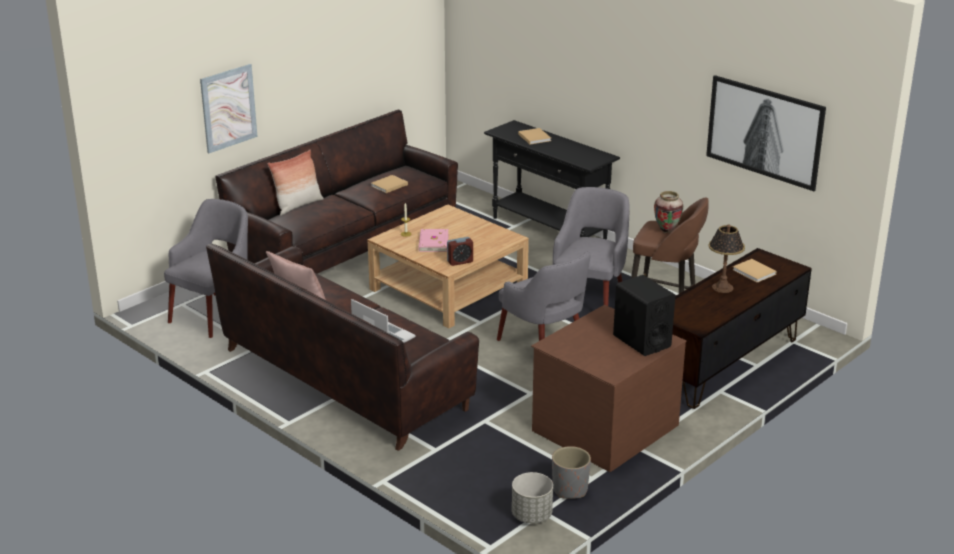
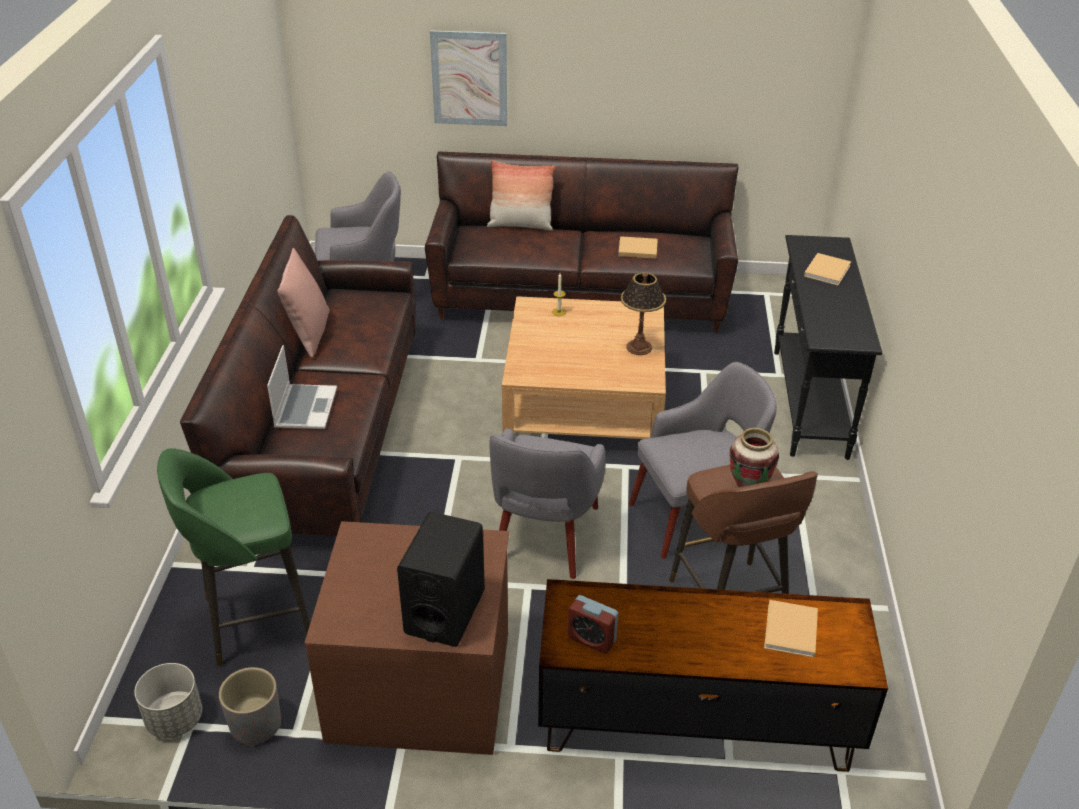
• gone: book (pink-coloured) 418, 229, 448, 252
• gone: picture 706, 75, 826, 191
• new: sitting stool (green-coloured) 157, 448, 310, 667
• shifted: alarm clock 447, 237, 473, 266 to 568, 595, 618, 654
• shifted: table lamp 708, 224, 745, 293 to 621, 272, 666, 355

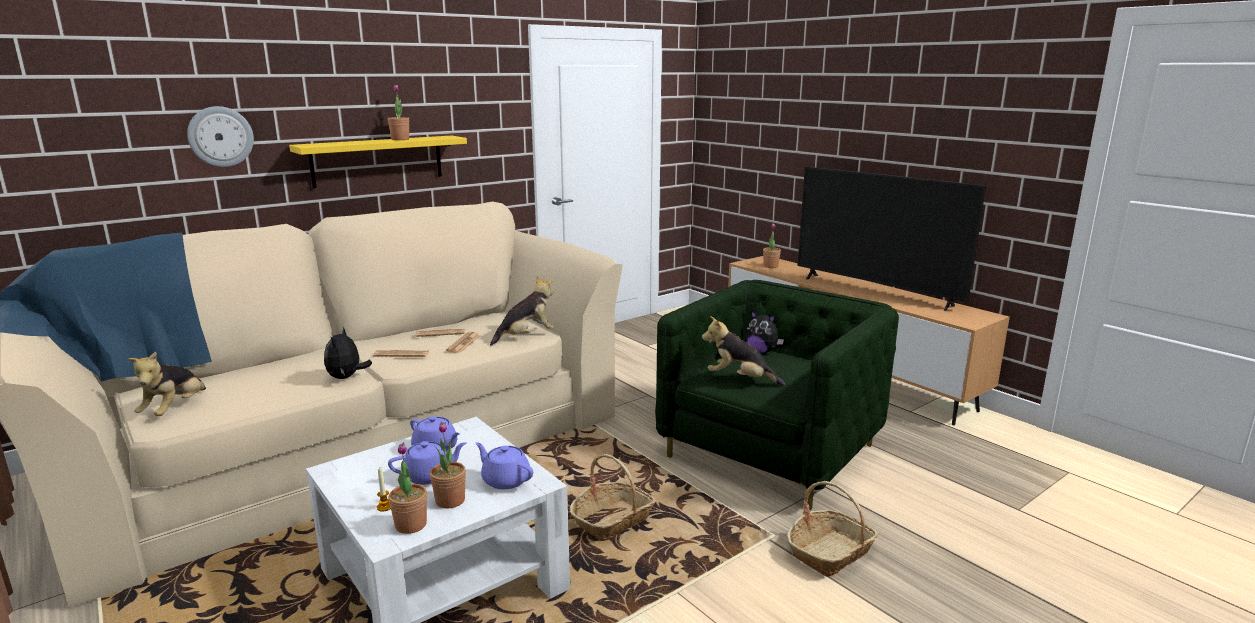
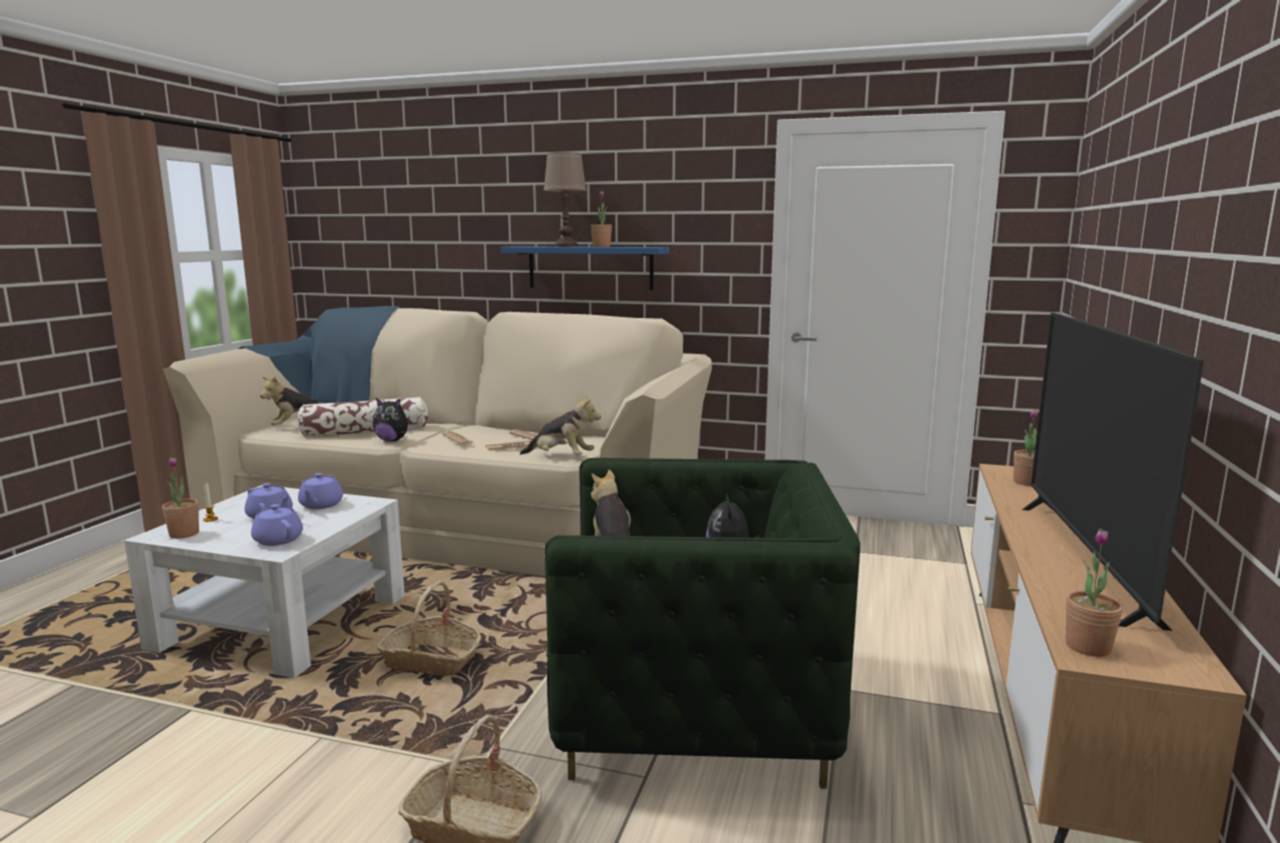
• gone: clock on the wall 187, 106, 254, 167
• new: cushion 297, 397, 428, 437
• new: table lamp (brown-coloured) 543, 152, 587, 247
• shifted: potted plant 430, 422, 466, 509 to 1066, 529, 1123, 657
• repainted: shelf (yellow-coloured) 289, 136, 467, 188 to shelf (bluish) 501, 246, 669, 290
• rotated: soft toy 324, 327, 372, 379 = 373, 398, 414, 442 135 degrees counterclockwise
• rotated: tea pot (purplish) 475, 442, 533, 490 = 251, 503, 303, 546 45 degrees counterclockwise

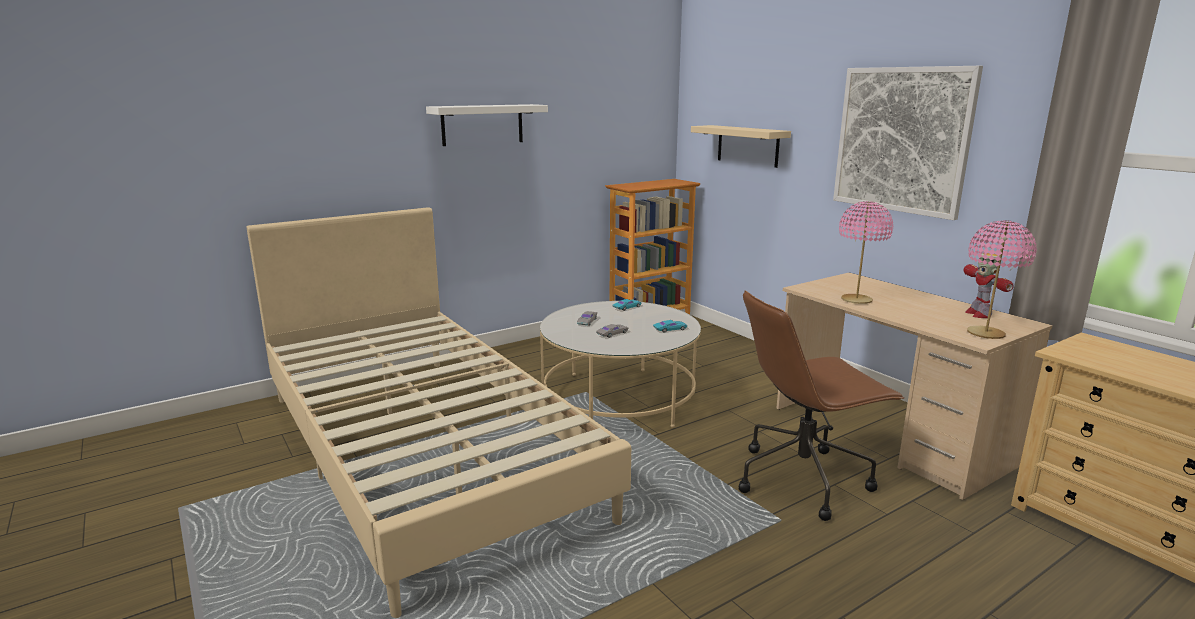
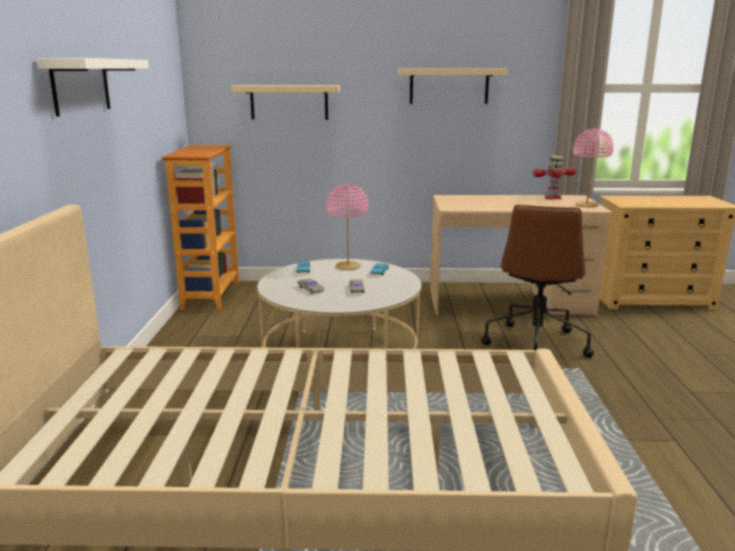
• shifted: table lamp (pink-coloured) 839, 201, 893, 304 to 326, 184, 369, 270
• swapped: picture 833, 66, 983, 220 to shelf (beige) 398, 69, 507, 104
• rotated: model robot 963, 253, 1014, 318 = 532, 156, 576, 200 45 degrees counterclockwise

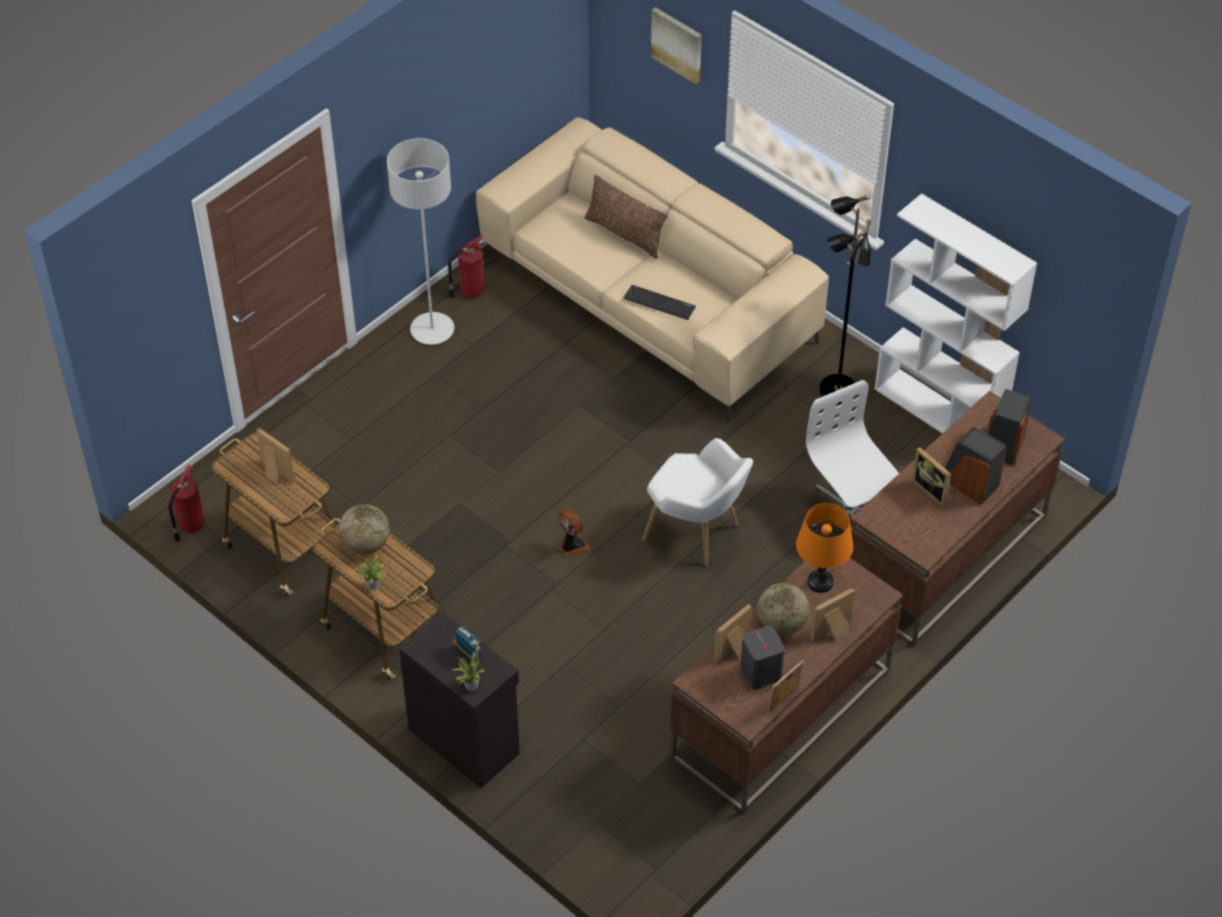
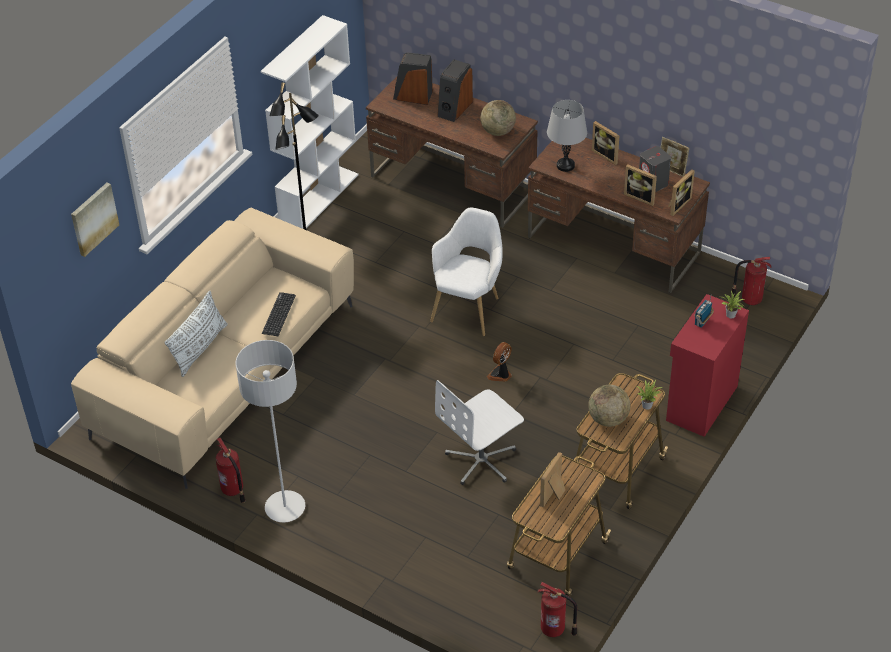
• new: fire extinguisher 732, 257, 772, 305
• shifted: globe 757, 583, 810, 635 to 480, 100, 516, 136
• shifted: computer chair (whitish) 806, 380, 899, 529 to 435, 380, 524, 485
• shifted: photo frame 912, 447, 951, 507 to 668, 169, 695, 216
• repainted: storage cabinet (black-coloured) 399, 611, 520, 788 to storage cabinet (reddish) 666, 294, 749, 437
• repainted: cushion (brown-coloured) 584, 175, 668, 259 to cushion (whitish) 164, 291, 228, 377
• repainted: table lamp (orangey) 796, 503, 853, 593 to table lamp (gray) 547, 100, 587, 172

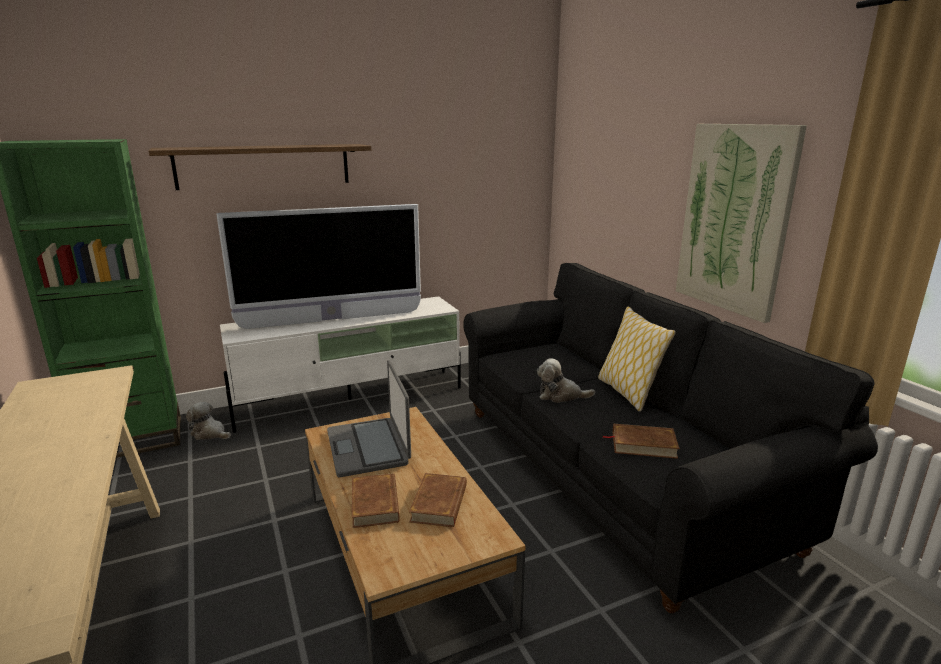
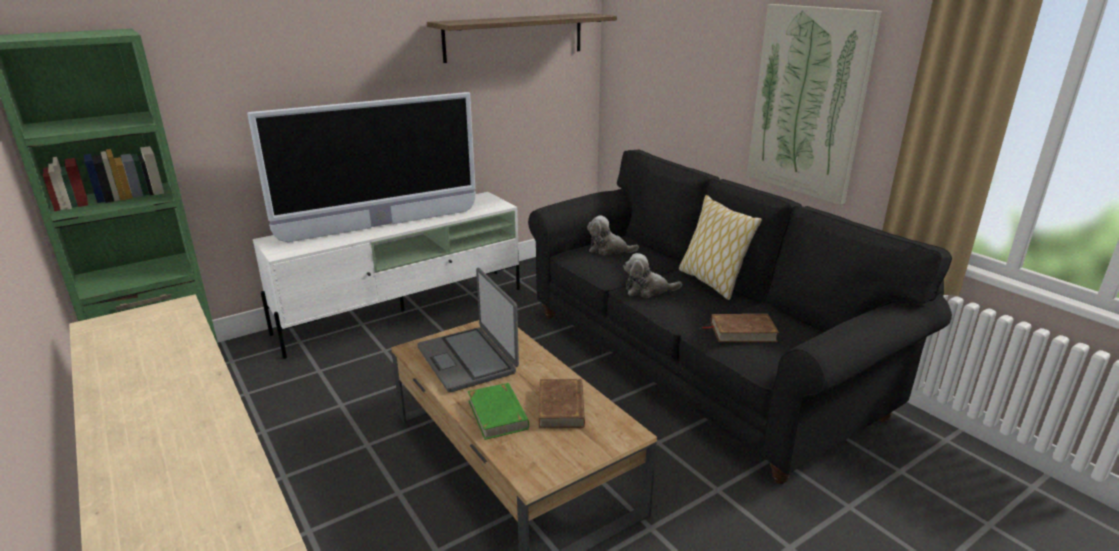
• shifted: shelf 148, 144, 371, 190 to 427, 13, 617, 63
• shifted: soft toy 186, 402, 231, 440 to 587, 215, 639, 255
• repainted: book (brown-coloured) 352, 473, 400, 528 to book (green-coloured) 468, 383, 529, 440

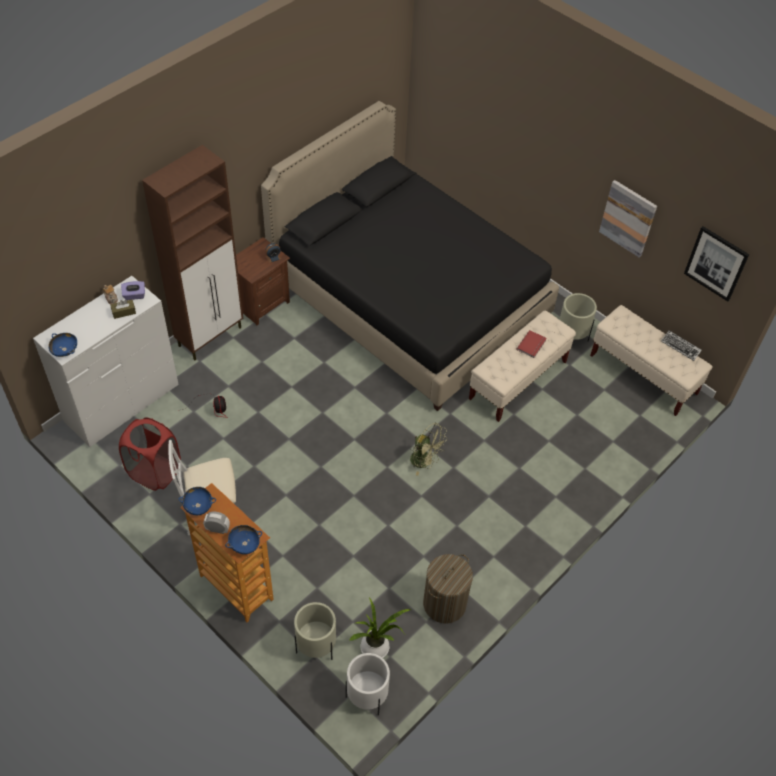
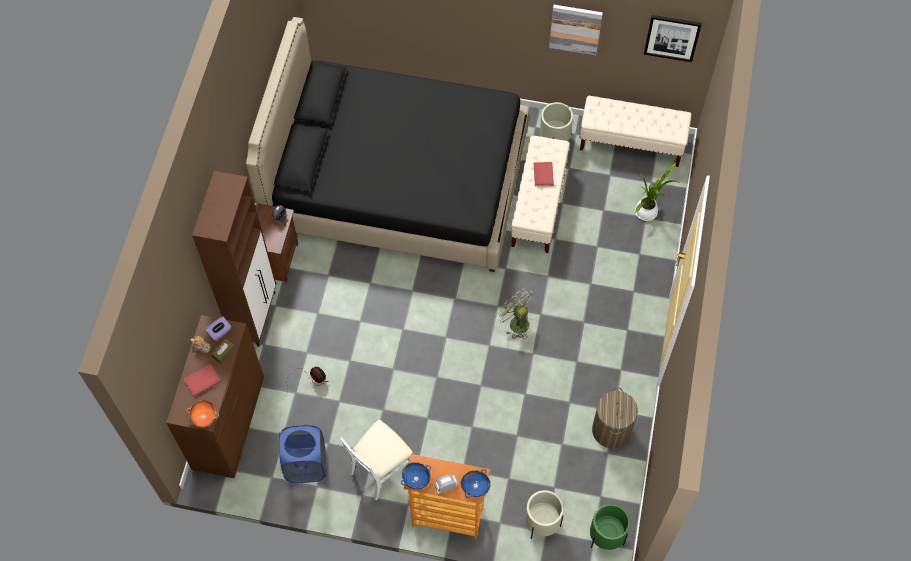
• gone: keyboard 661, 331, 702, 361
• new: book (reddish) 184, 364, 221, 397
• shifted: potted plant 350, 598, 411, 658 to 635, 162, 678, 221
• repainted: drawer chest (whitish) 33, 276, 179, 447 to drawer chest (brown-coloured) 166, 315, 264, 478
• repainted: bowl (bluish) 48, 333, 77, 357 to bowl (orangey) 186, 400, 219, 428
• repainted: hamper (reddish) 119, 417, 181, 491 to hamper (bluish) 279, 425, 326, 483
• repainted: flower pot (whitish) 346, 653, 390, 715 to flower pot (green-coloured) 590, 504, 630, 550
• rotated: fan (green-coloured) 410, 423, 448, 476 = 495, 288, 534, 339 135 degrees counterclockwise

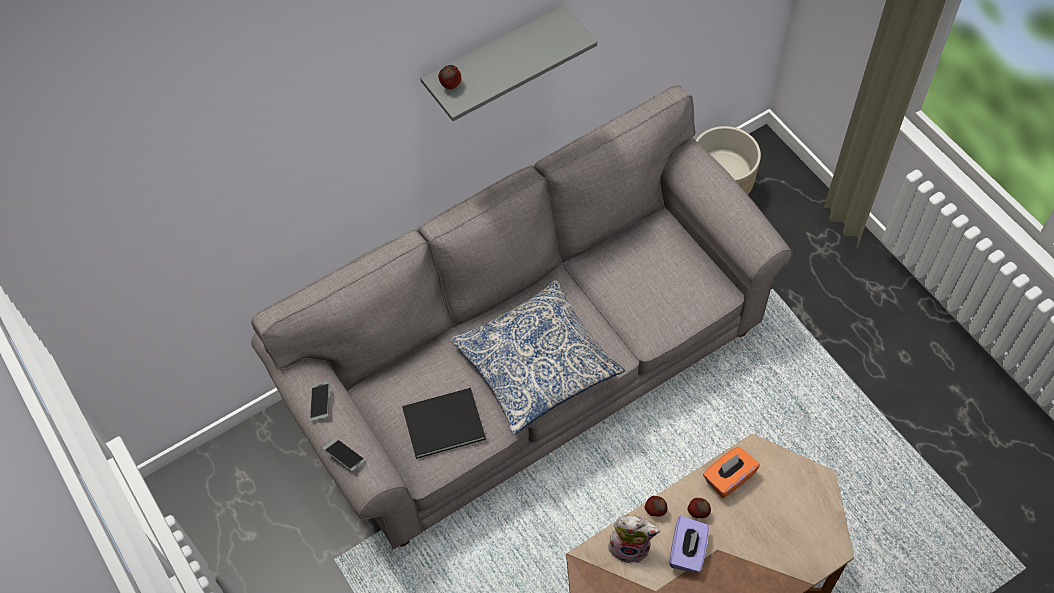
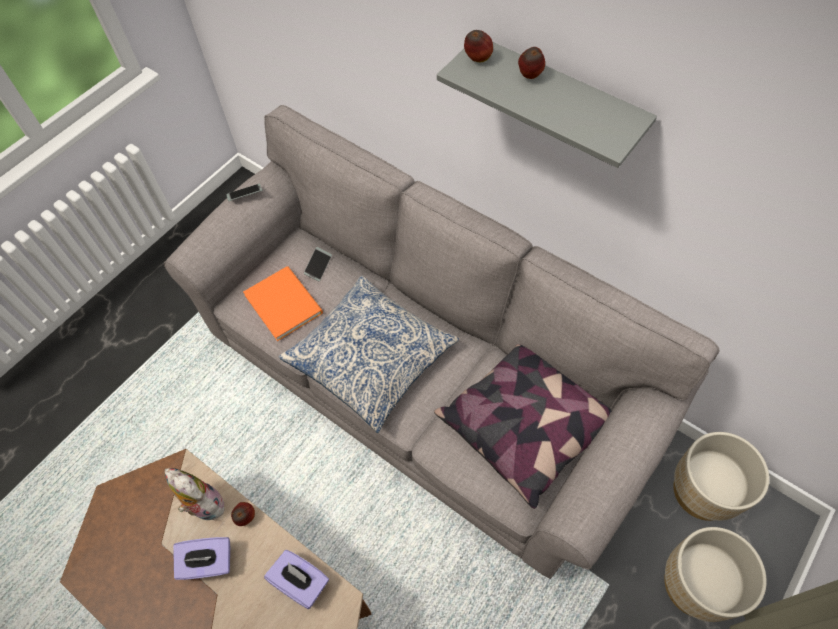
• new: cushion 434, 344, 612, 509
• new: flower pot (beige) 664, 527, 767, 622
• shifted: handset 322, 438, 366, 471 to 304, 247, 332, 282
• shifted: apple 688, 498, 711, 518 to 518, 47, 545, 79
• repainted: book (black-coloured) 402, 388, 486, 459 to book (orangey) 243, 266, 323, 341
• repainted: box of tissues (orangey) 703, 446, 760, 498 to box of tissues (purplish) 264, 550, 329, 609
• rotated: soft toy 608, 515, 660, 564 = 165, 468, 228, 520 135 degrees clockwise

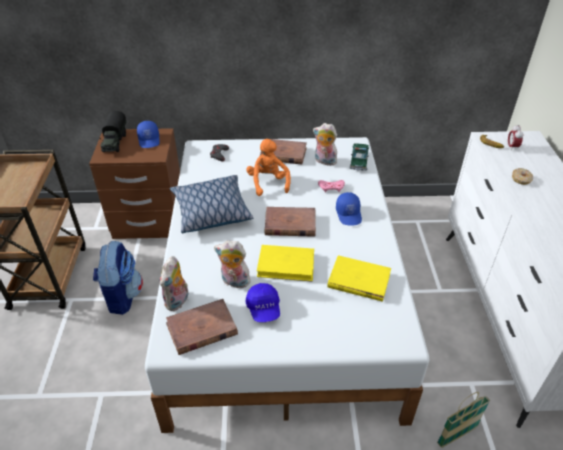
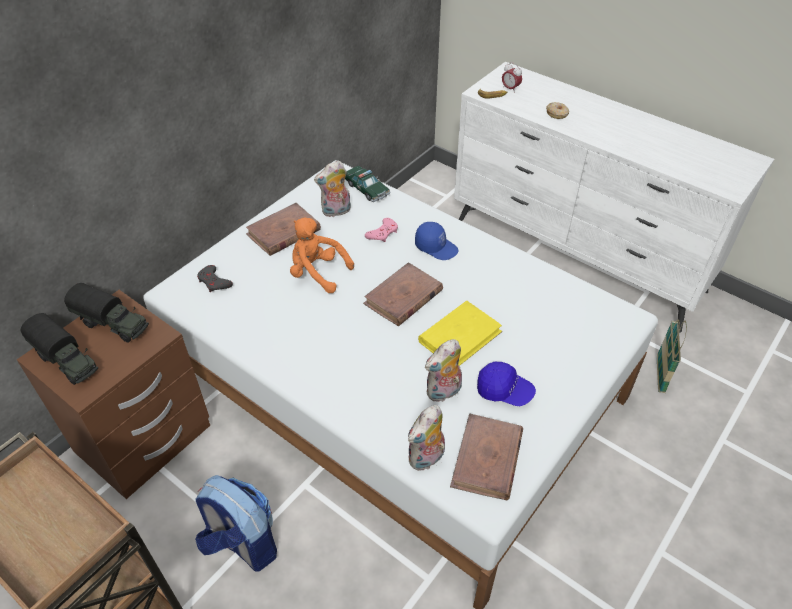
• gone: cushion 170, 175, 253, 233
• gone: book (yellow-coloured) 327, 255, 391, 302
• swapped: peaked cap (bluish) 137, 121, 160, 148 to toy lorry 64, 283, 149, 343
• rotated: soft toy 159, 256, 188, 311 = 408, 405, 445, 471 75 degrees clockwise

